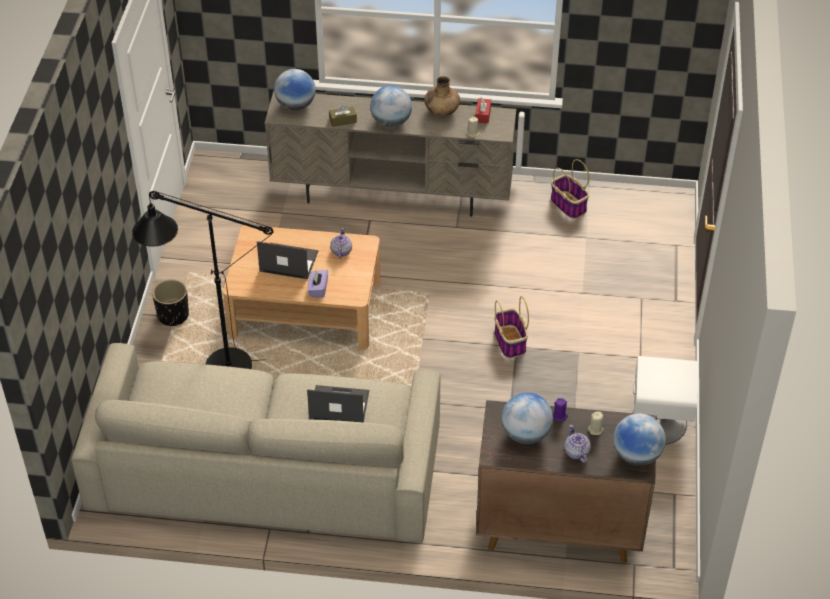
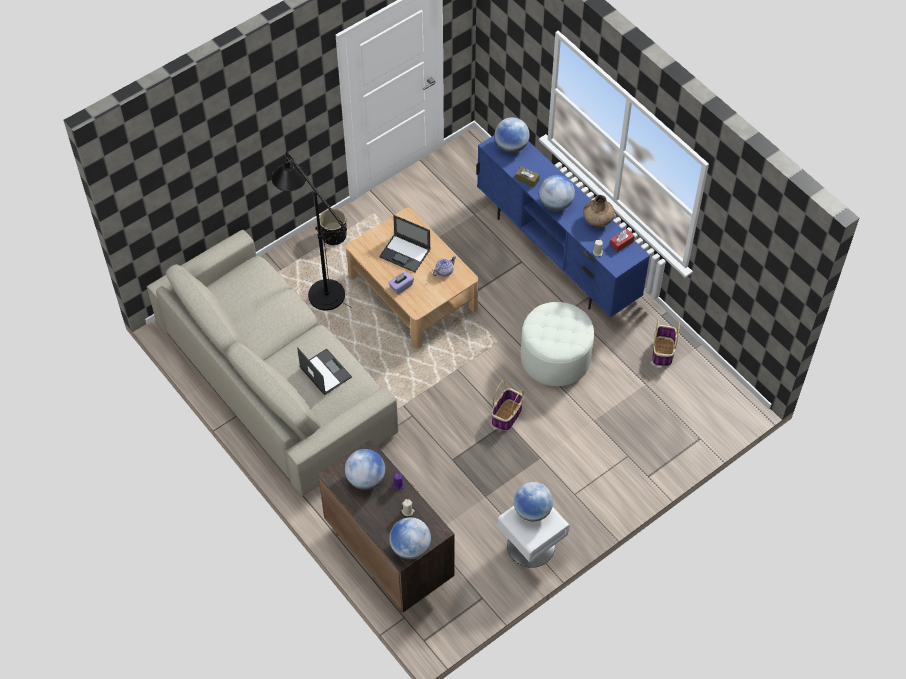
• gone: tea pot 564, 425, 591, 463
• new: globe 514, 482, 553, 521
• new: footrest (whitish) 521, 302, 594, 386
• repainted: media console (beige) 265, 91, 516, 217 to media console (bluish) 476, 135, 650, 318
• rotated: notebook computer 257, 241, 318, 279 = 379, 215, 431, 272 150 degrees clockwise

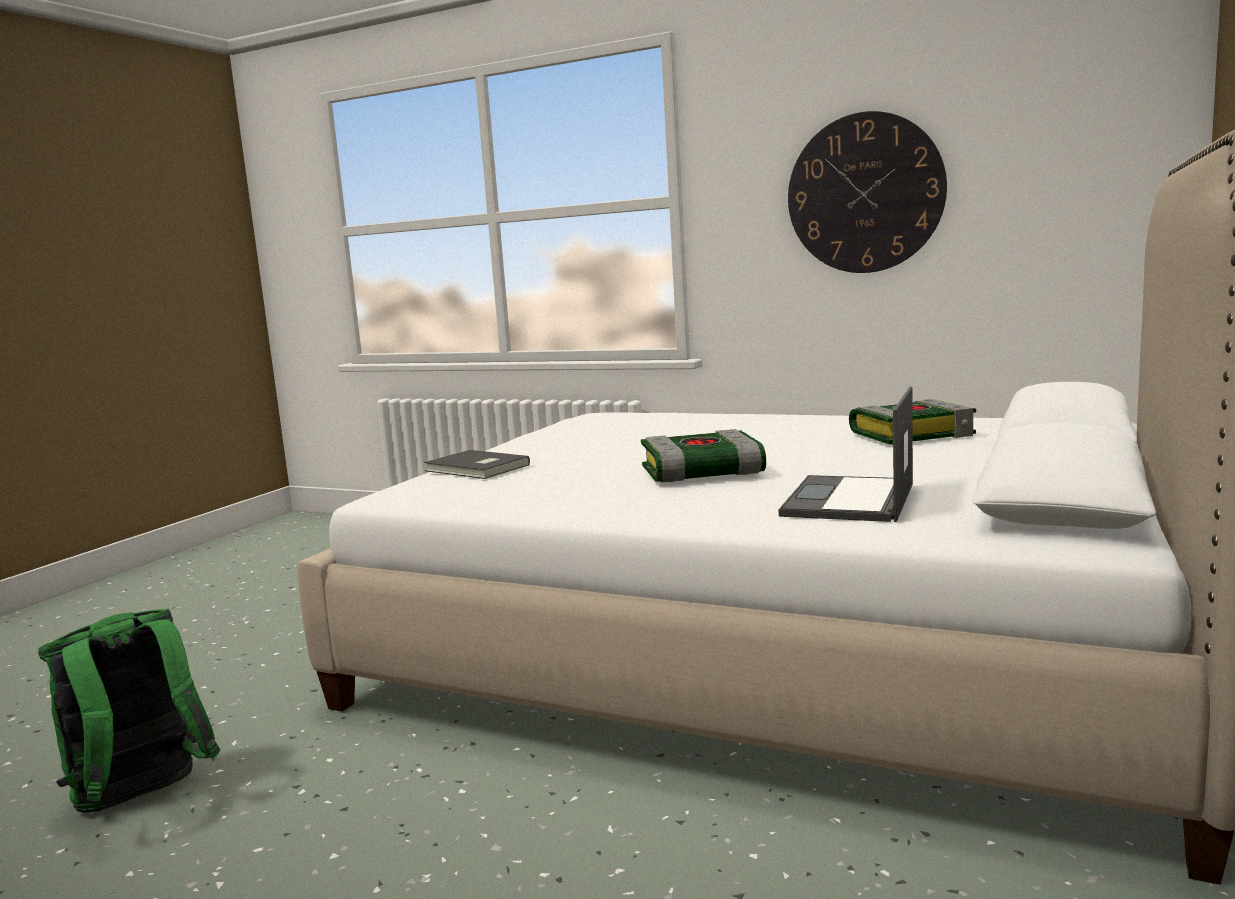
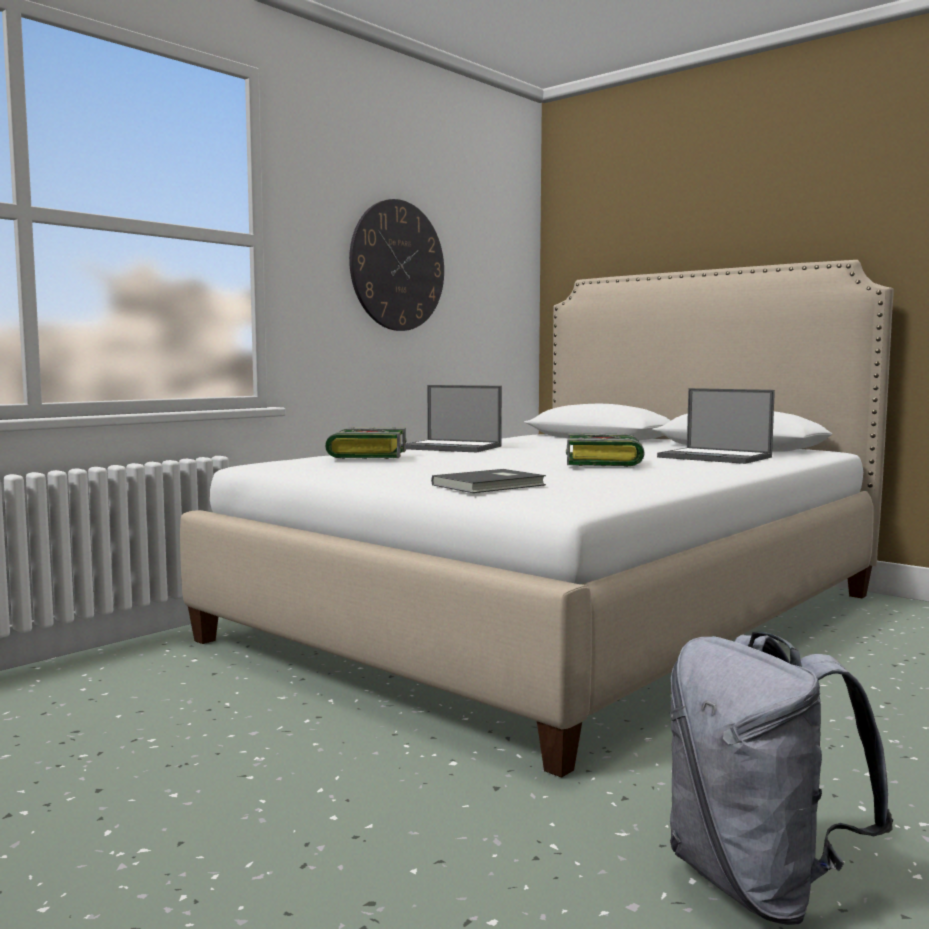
• new: notebook computer 401, 385, 502, 452
• shifted: book 849, 399, 976, 445 to 325, 427, 407, 459
• repainted: rucksack (green-coloured) 38, 609, 220, 813 to rucksack (gray) 670, 631, 893, 925

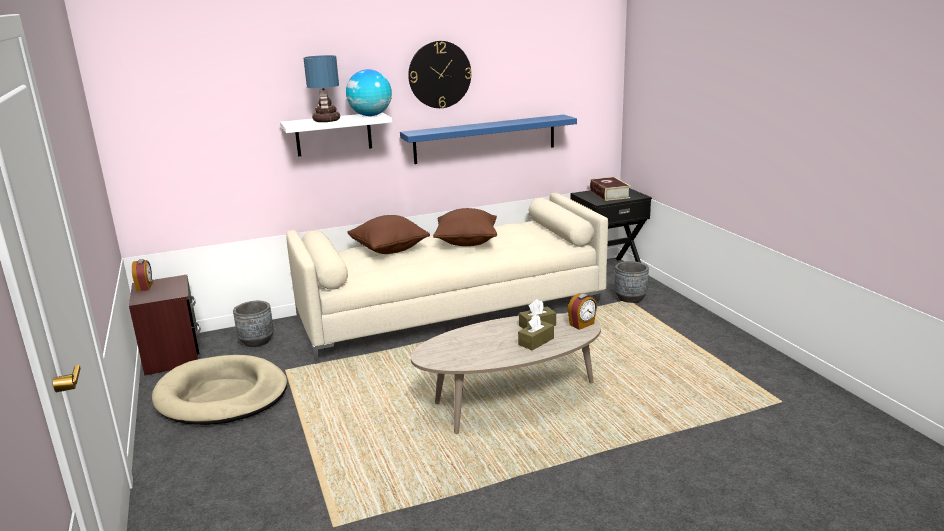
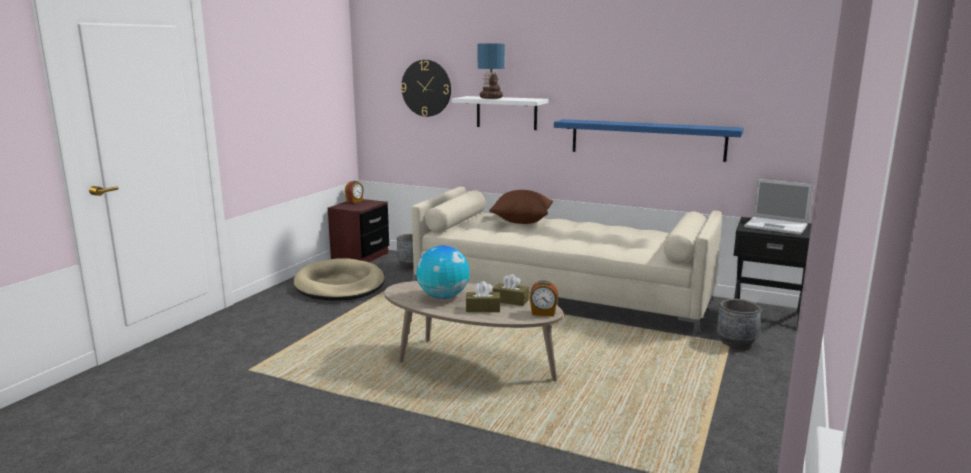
• gone: cushion (brown-coloured) 433, 208, 497, 246
• shifted: globe 346, 69, 392, 116 to 416, 246, 469, 299
• shifted: clock on the wall 408, 41, 472, 108 to 401, 60, 451, 117
• swapped: book 590, 177, 631, 201 to notebook computer 744, 179, 813, 235

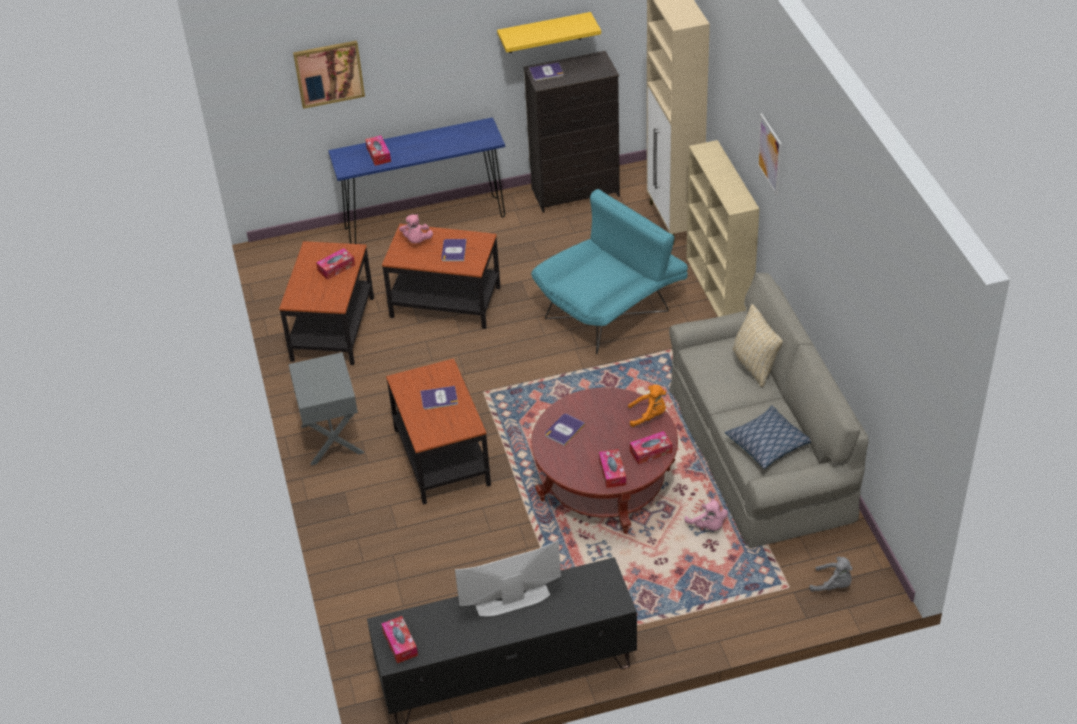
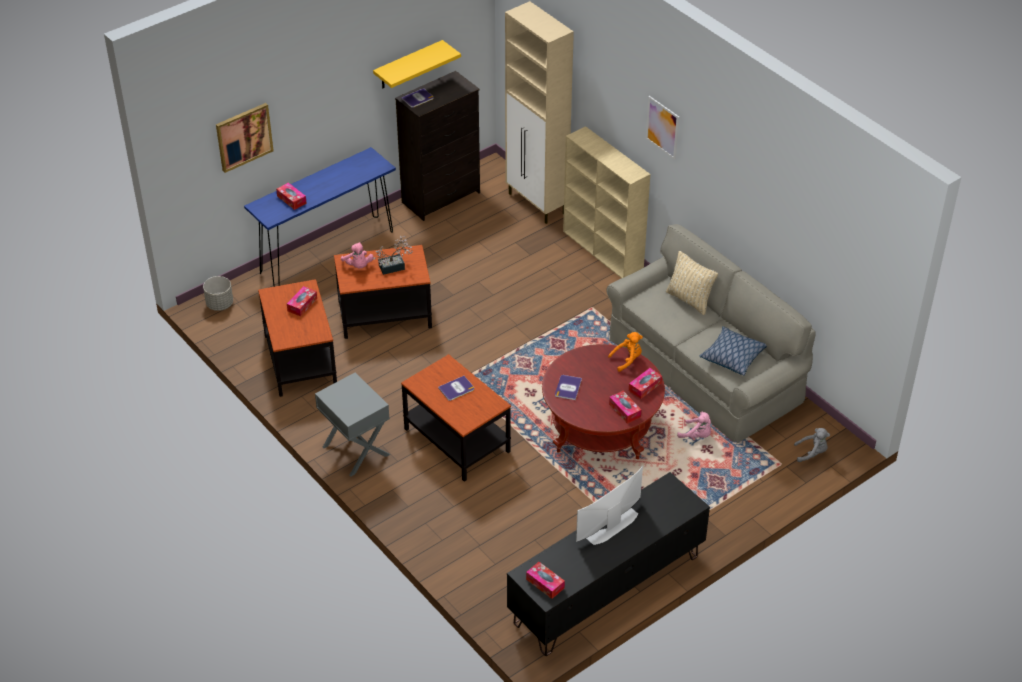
• gone: easy chair (blue-green) 531, 189, 688, 354
• new: flower pot (gray) 203, 276, 233, 311
• swapped: book 441, 239, 467, 261 to potted plant 373, 236, 413, 275

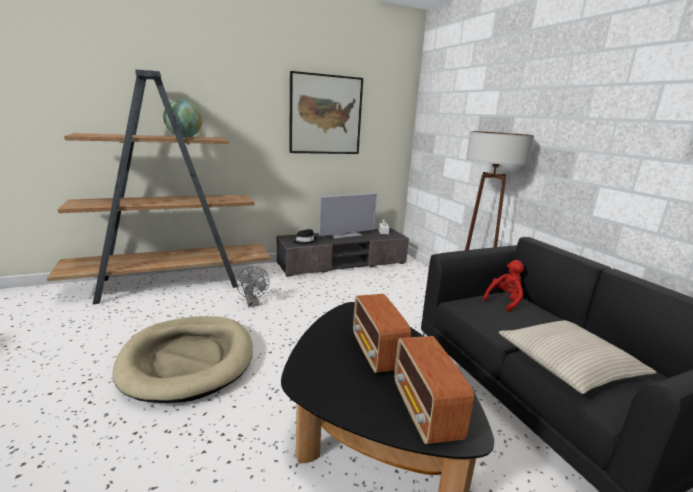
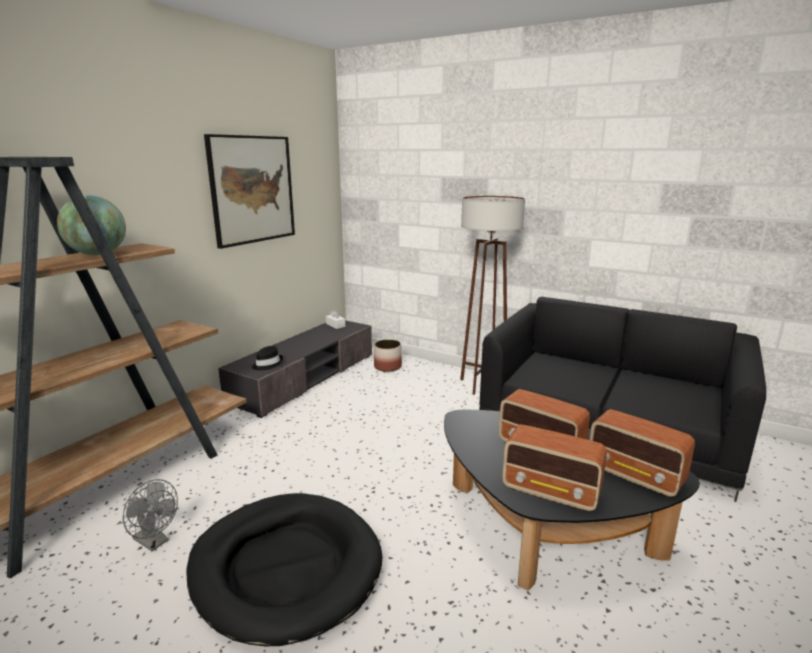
• gone: TV set 318, 193, 377, 239
• gone: soft toy (reddish) 482, 260, 524, 312
• gone: cushion (beige) 499, 320, 657, 394
• new: flower pot 374, 339, 402, 372
• new: radio receiver 502, 424, 607, 512
• shifted: fan (gray) 236, 267, 269, 307 to 123, 479, 178, 551
• repainted: dog cushion (beige) 113, 316, 253, 403 to dog cushion (black-coloured) 186, 493, 383, 646

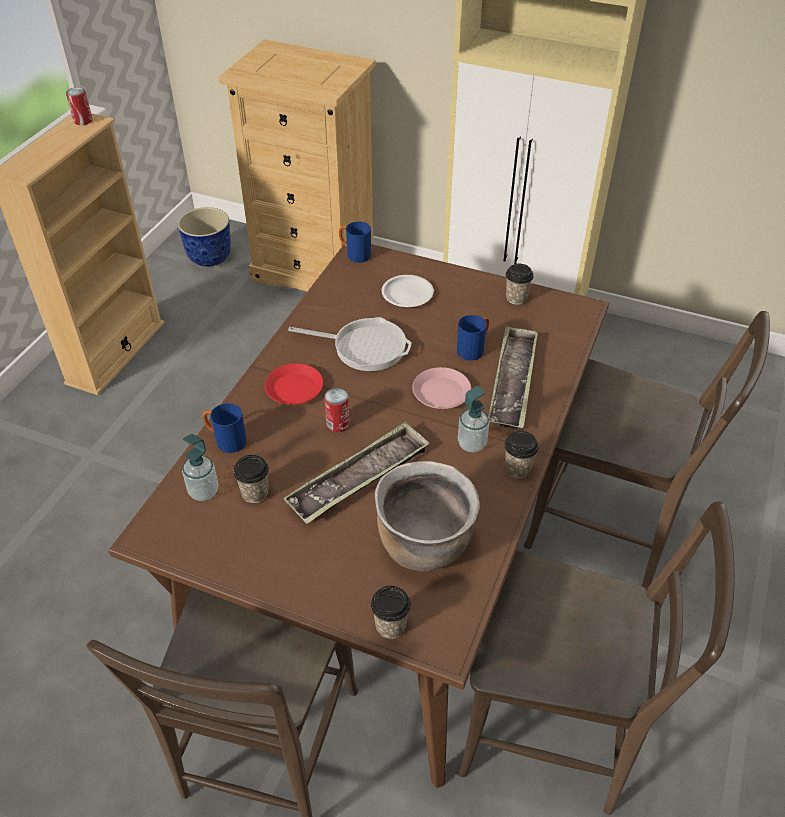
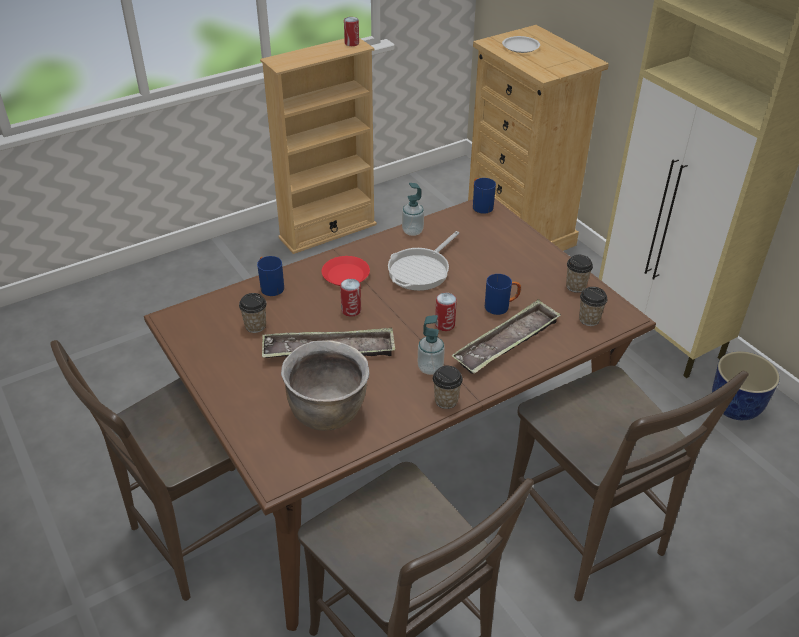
• shifted: flower pot 178, 207, 231, 267 to 712, 351, 780, 420
• shifted: liquid soap bottle 182, 434, 218, 501 to 402, 183, 424, 236
• shifted: drinking cup 371, 586, 411, 639 to 579, 287, 607, 326
• shifted: flat dish (whitish) 382, 275, 434, 307 to 502, 36, 540, 53
• swapped: flat dish (pink-coloured) 413, 367, 471, 409 to metal can 435, 293, 457, 331
• rotated: pan 288, 317, 412, 371 = 388, 231, 459, 291 75 degrees clockwise

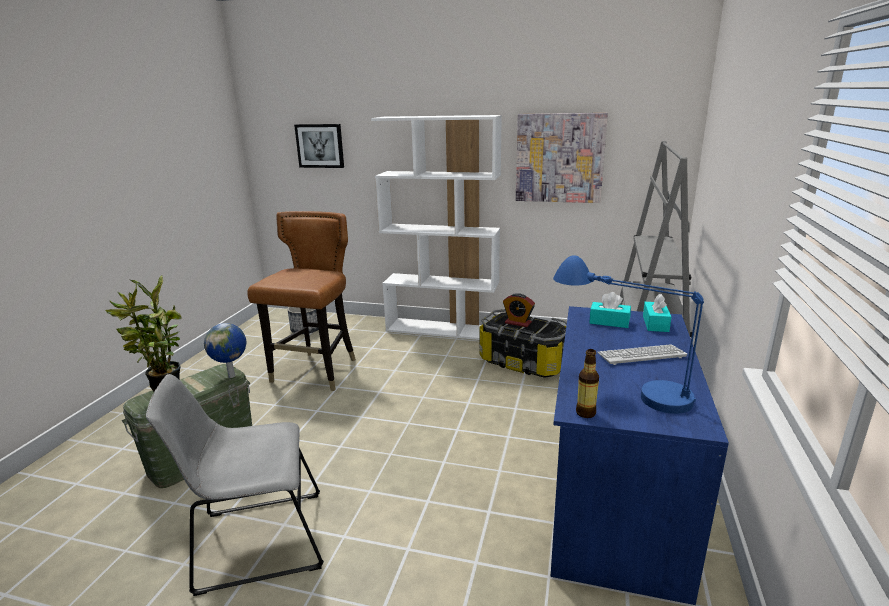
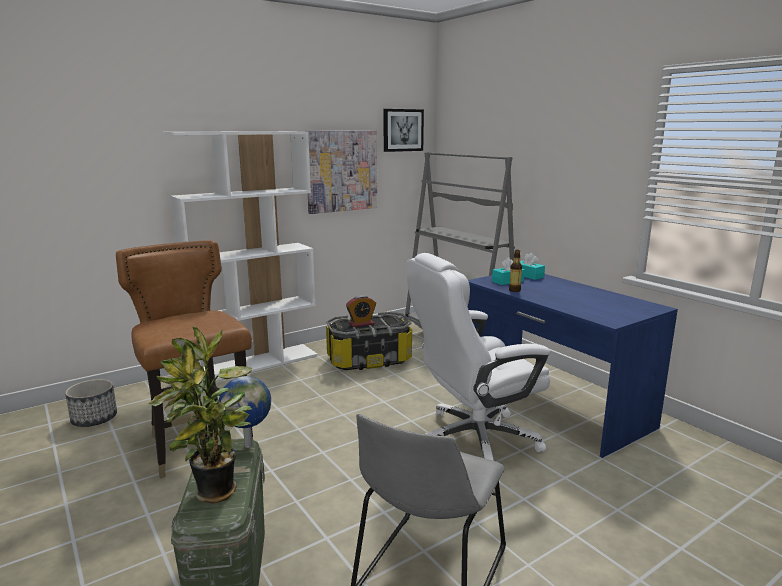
• gone: table lamp (bluish) 553, 255, 704, 414
• gone: keyboard 597, 344, 687, 365
• new: computer chair (whitish) 407, 253, 550, 461
• shifted: picture 294, 124, 344, 168 to 383, 109, 424, 152
• shifted: beverage bottle 576, 349, 599, 418 to 509, 250, 522, 292

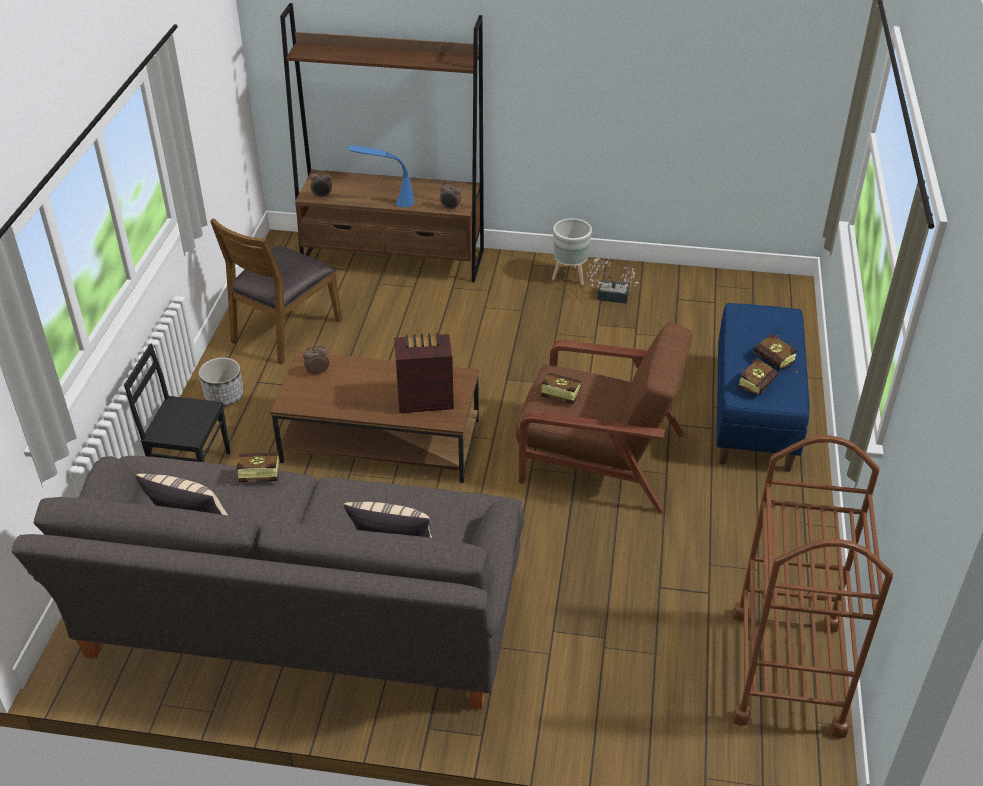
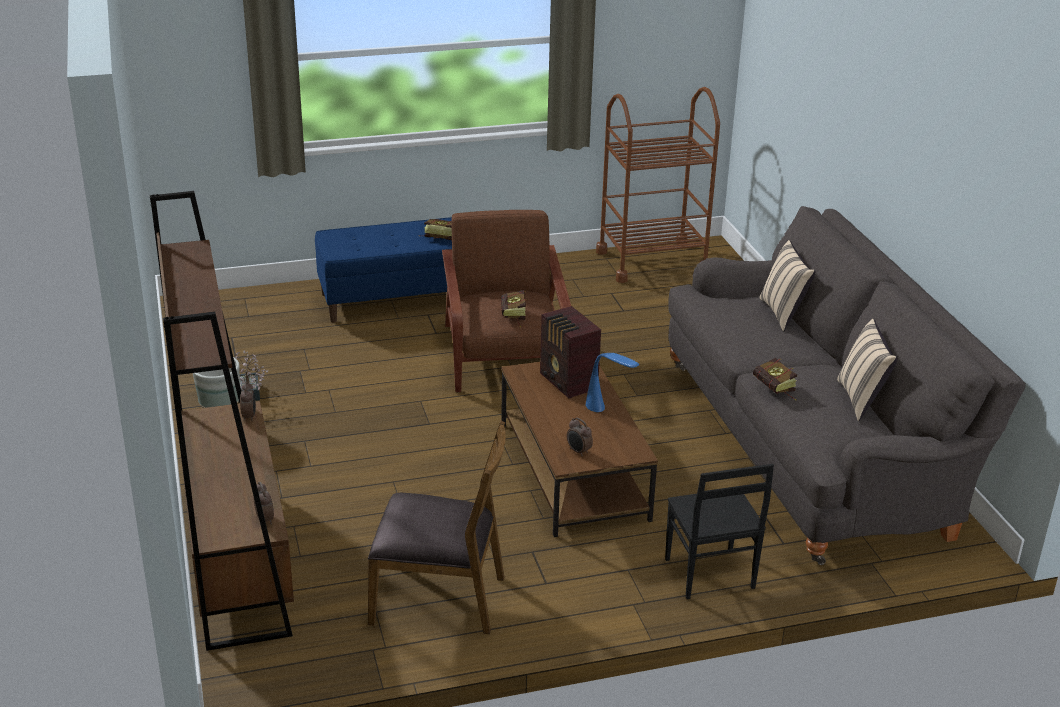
• gone: flower pot 199, 357, 243, 407
• gone: book 754, 334, 797, 373
• shifted: table lamp (bluish) 348, 145, 414, 207 to 586, 353, 639, 412

